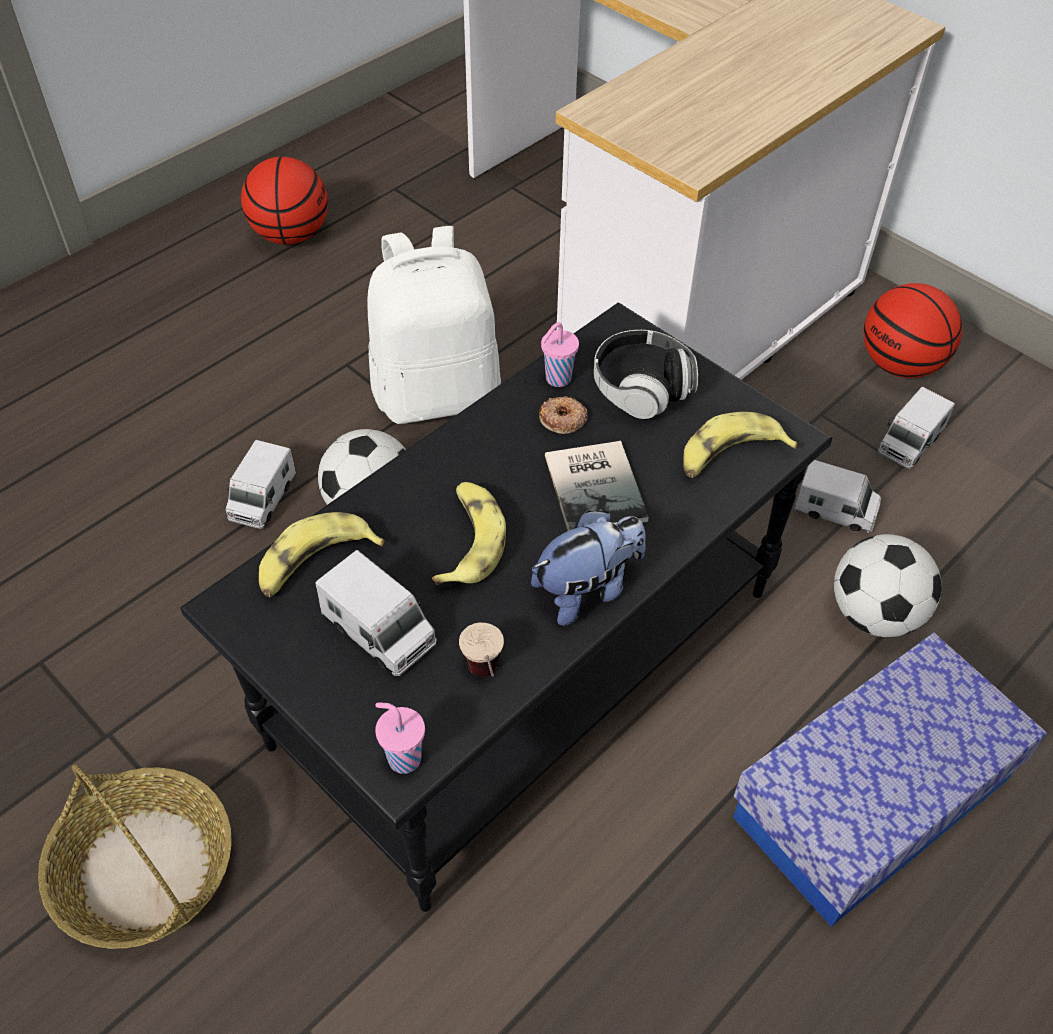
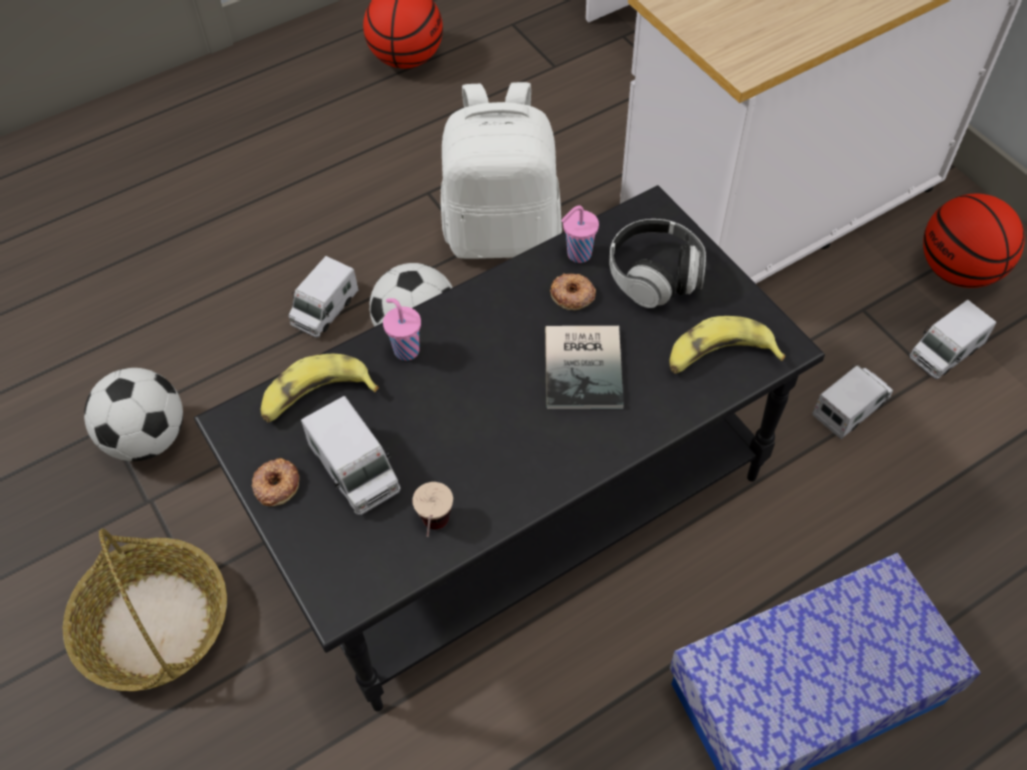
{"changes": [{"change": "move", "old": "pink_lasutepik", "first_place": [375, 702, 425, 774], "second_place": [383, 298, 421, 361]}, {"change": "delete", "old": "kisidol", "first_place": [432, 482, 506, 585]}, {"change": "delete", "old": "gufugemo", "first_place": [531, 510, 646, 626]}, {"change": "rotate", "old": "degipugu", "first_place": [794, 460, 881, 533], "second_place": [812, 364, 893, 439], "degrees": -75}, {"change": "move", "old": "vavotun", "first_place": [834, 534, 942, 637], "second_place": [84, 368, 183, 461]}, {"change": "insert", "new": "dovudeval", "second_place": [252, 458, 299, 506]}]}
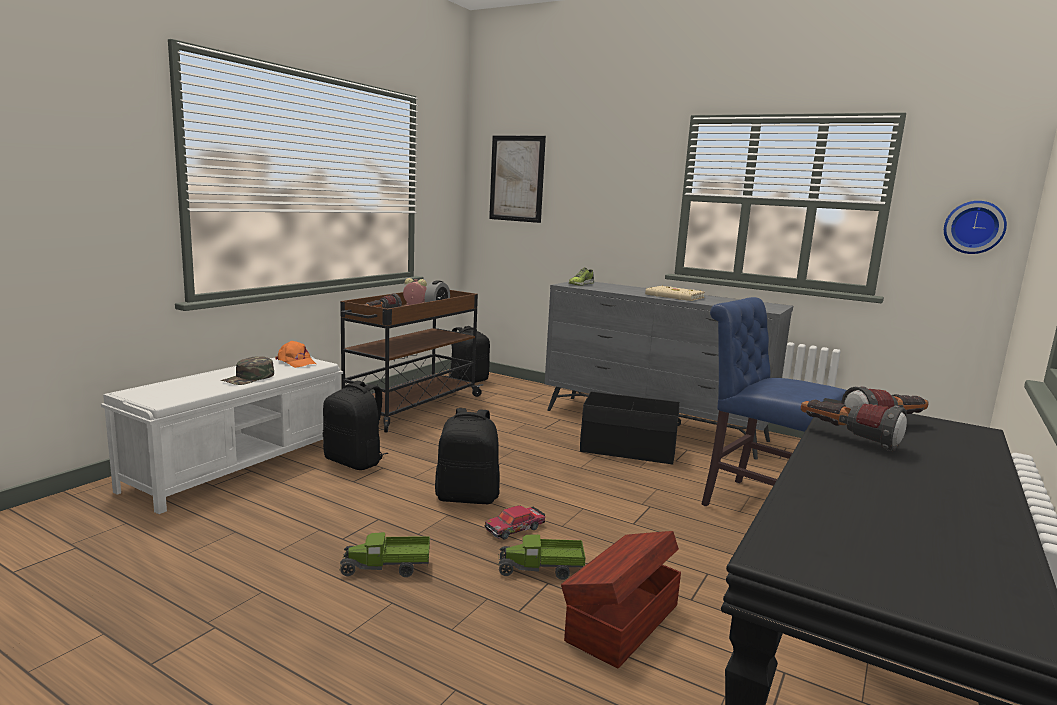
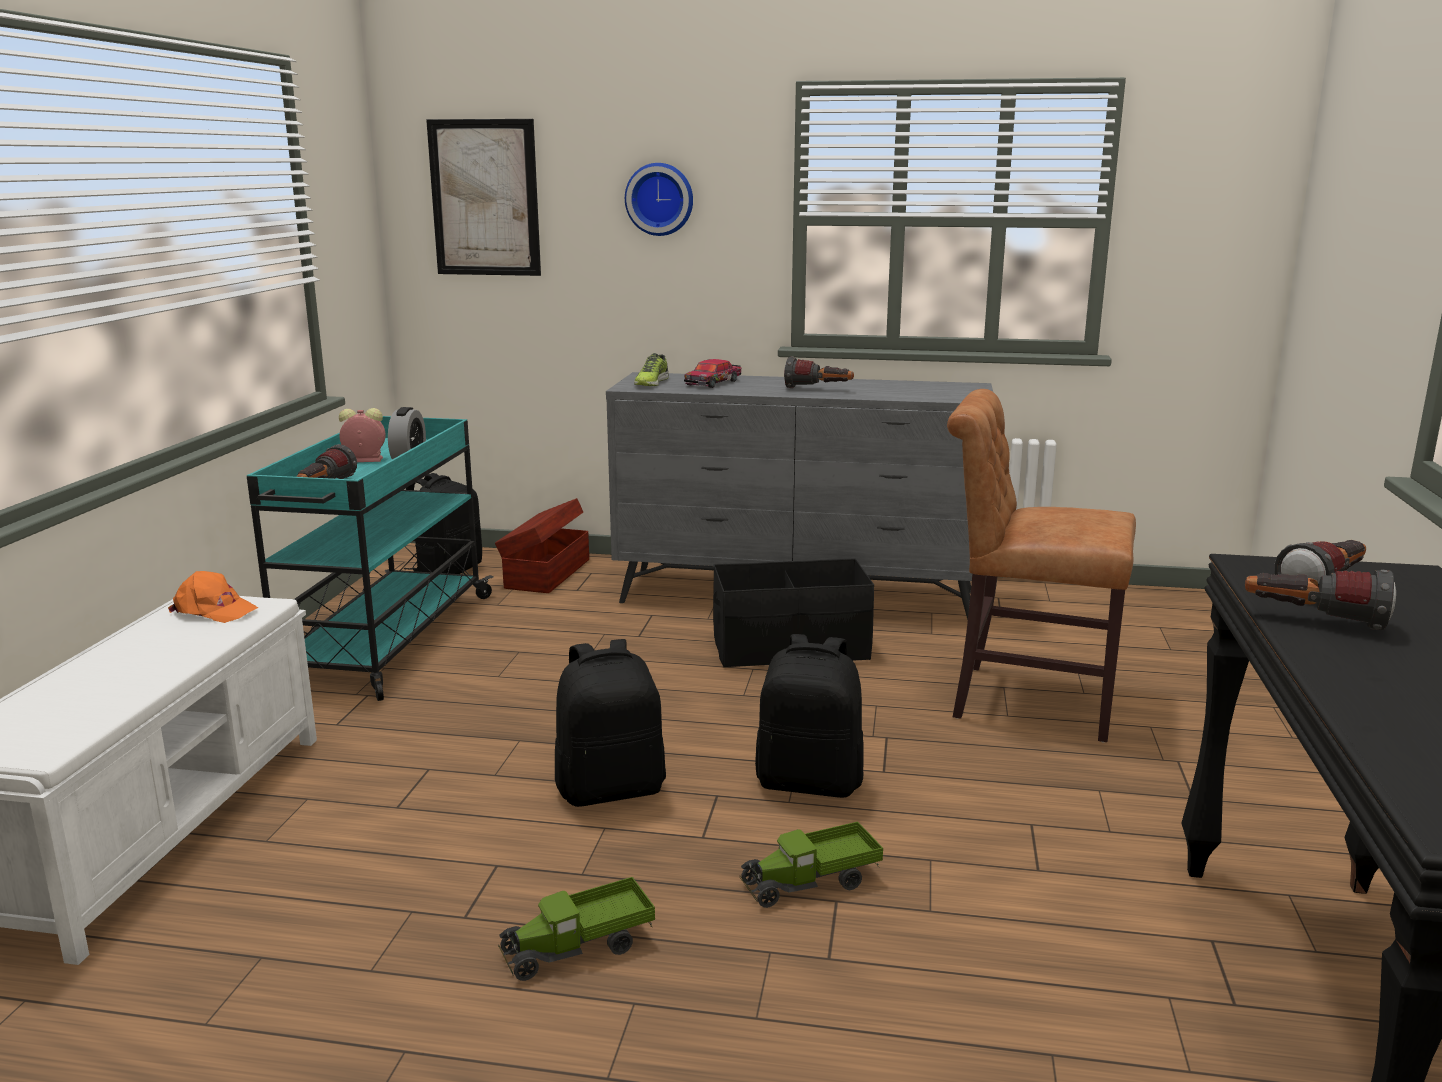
{"changes": [{"change": "delete", "old": "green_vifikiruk", "first_place": [221, 356, 274, 385]}, {"change": "move", "old": "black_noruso", "first_place": [323, 381, 388, 470], "second_place": [755, 634, 864, 798]}, {"change": "recolor", "old": "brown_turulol", "new": "turquoise_turulol", "first_place": [340, 290, 483, 433], "second_place": [247, 416, 494, 701]}, {"change": "move", "old": "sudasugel", "first_place": [484, 505, 545, 540], "second_place": [684, 359, 741, 388]}, {"change": "move", "old": "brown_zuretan", "first_place": [561, 531, 681, 668], "second_place": [495, 498, 589, 593]}, {"change": "replace", "old": "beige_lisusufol", "new": "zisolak", "first_place": [645, 286, 705, 301], "second_place": [784, 357, 854, 389]}, {"change": "recolor", "old": "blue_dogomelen", "new": "brown_dogomelen", "first_place": [701, 297, 846, 506], "second_place": [947, 389, 1136, 742]}, {"change": "move", "old": "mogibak", "first_place": [944, 201, 1007, 254], "second_place": [625, 163, 693, 236]}]}
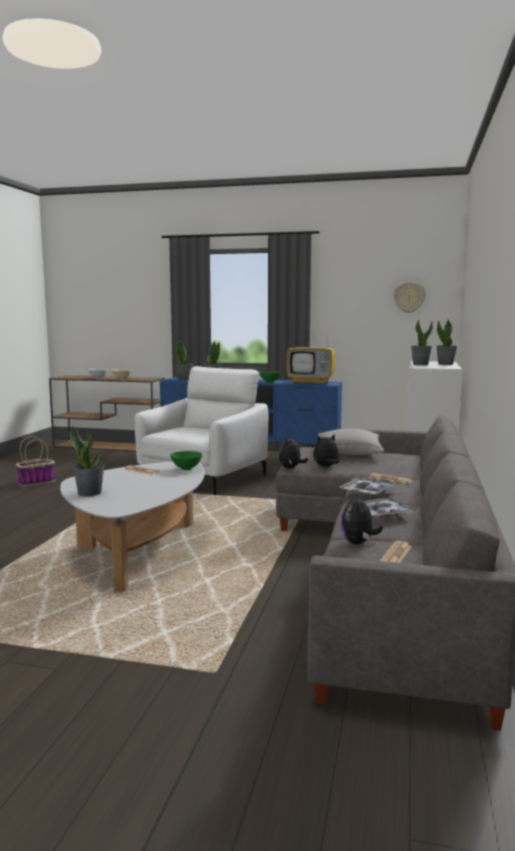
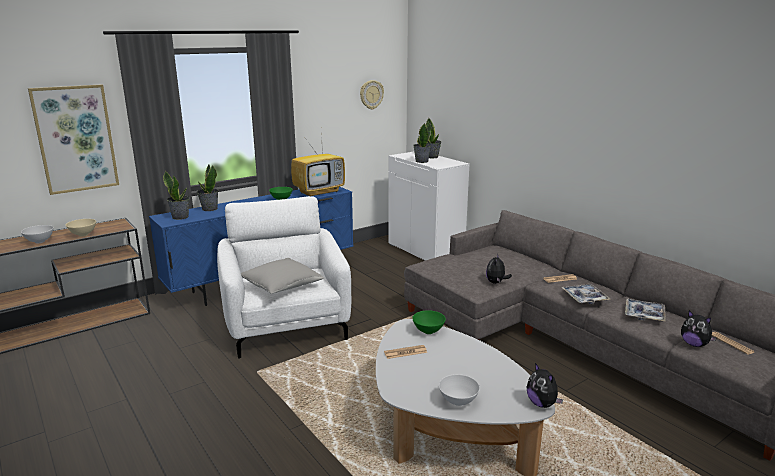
{"changes": [{"change": "delete", "old": "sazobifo", "first_place": [16, 436, 55, 486]}, {"change": "replace", "old": "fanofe", "new": "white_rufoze", "first_place": [70, 425, 105, 496], "second_place": [439, 374, 480, 406]}, {"change": "move", "old": "gufugemo", "first_place": [279, 435, 308, 468], "second_place": [527, 363, 563, 408]}, {"change": "move", "old": "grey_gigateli", "first_place": [318, 428, 384, 455], "second_place": [241, 258, 324, 294]}, {"change": "insert", "new": "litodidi", "second_place": [28, 84, 119, 195]}]}
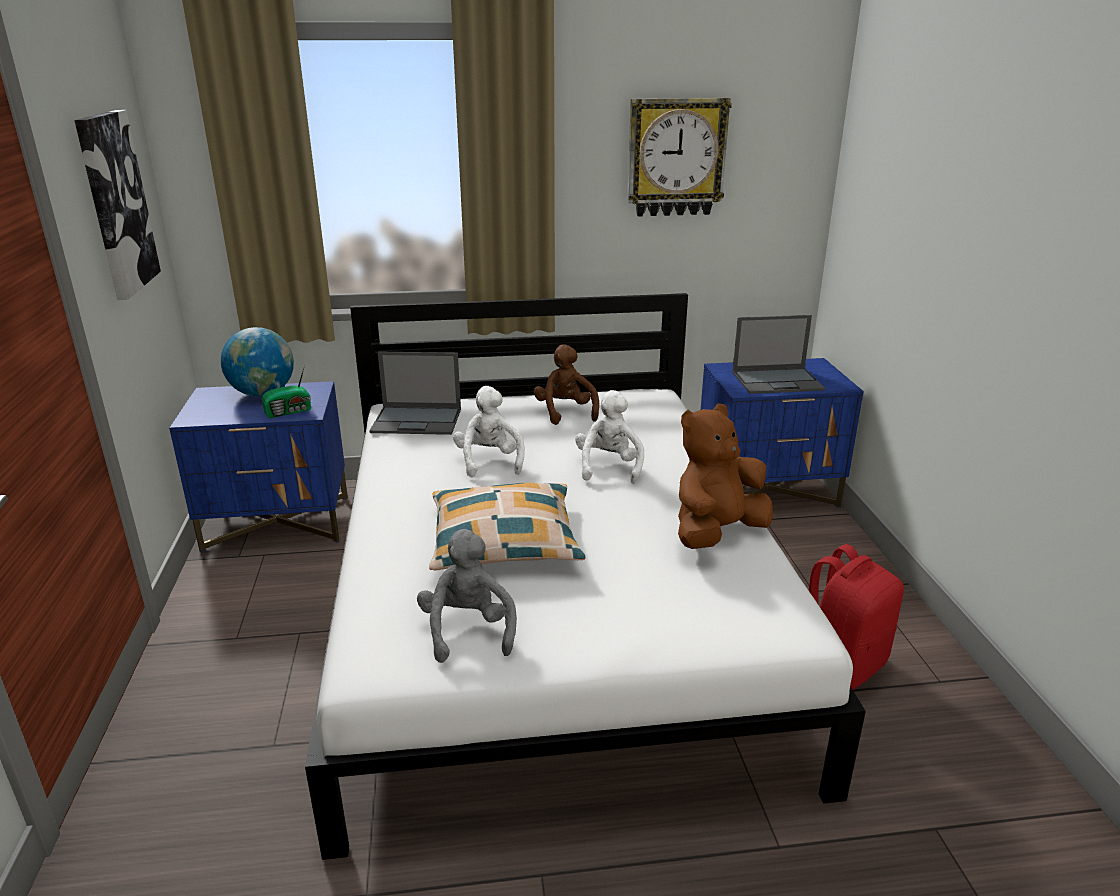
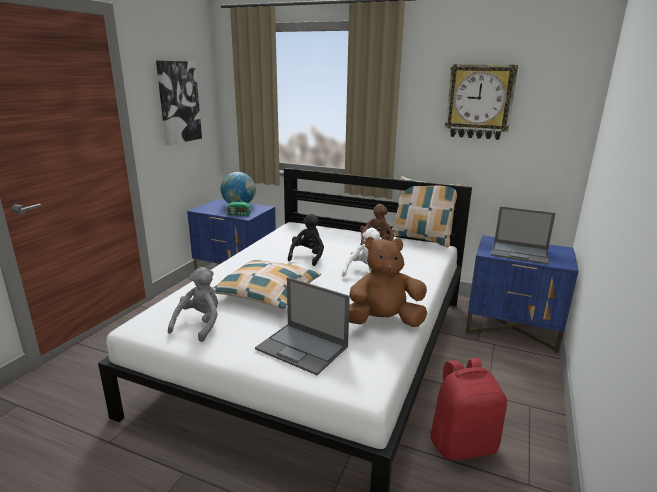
{"changes": [{"change": "move", "old": "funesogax", "first_place": [369, 351, 461, 435], "second_place": [255, 277, 350, 375]}, {"change": "recolor", "old": "white_gufugemo", "new": "black_gufugemo", "first_place": [453, 386, 525, 477], "second_place": [288, 214, 324, 266]}, {"change": "insert", "new": "gigateli", "second_place": [392, 176, 462, 248]}]}
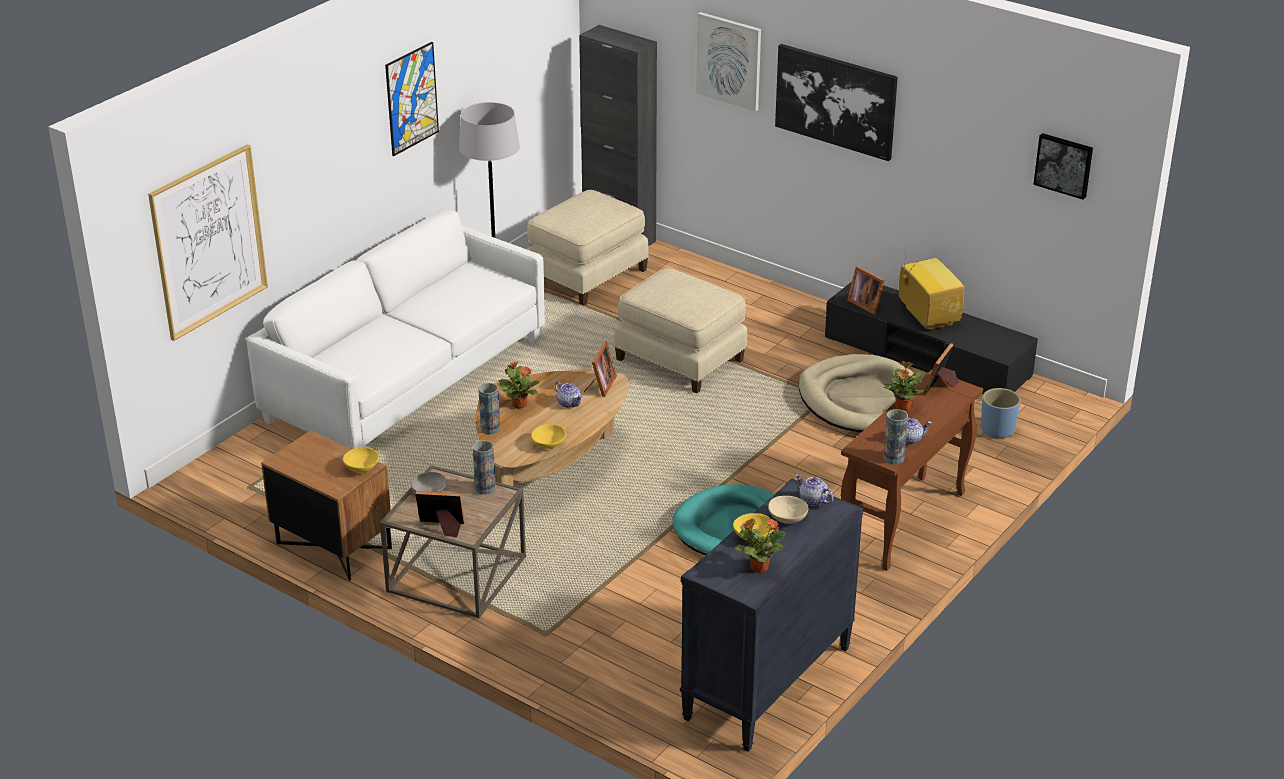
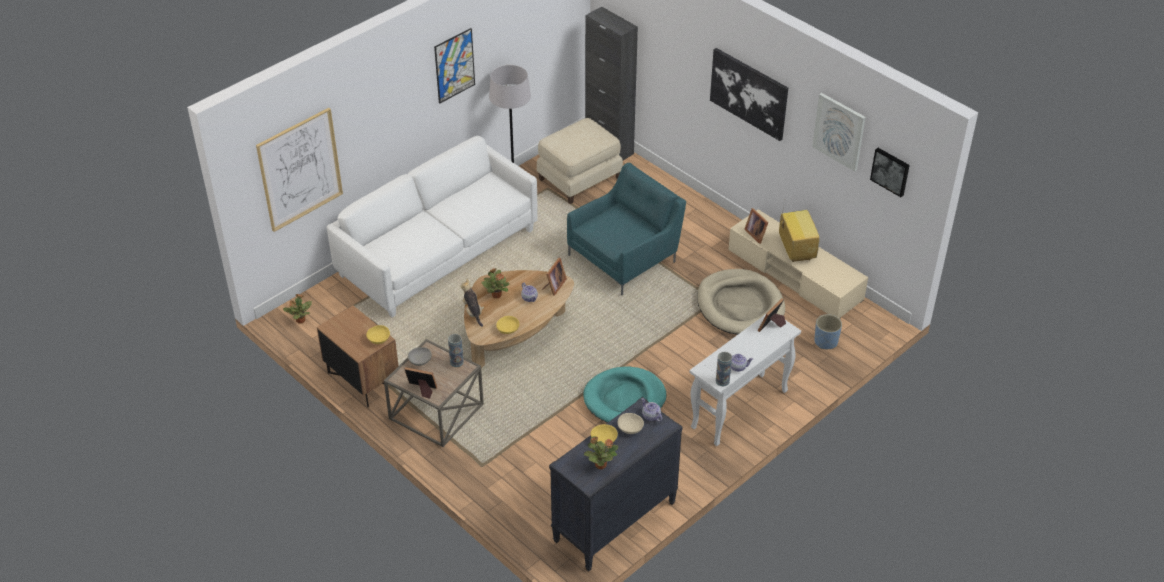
{"changes": [{"change": "replace", "old": "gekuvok", "new": "gufugemo", "first_place": [478, 383, 500, 434], "second_place": [460, 279, 484, 327]}, {"change": "replace", "old": "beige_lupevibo", "new": "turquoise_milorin", "first_place": [614, 268, 748, 393], "second_place": [567, 163, 686, 295]}, {"change": "move", "old": "litodidi", "first_place": [696, 12, 761, 112], "second_place": [812, 93, 866, 171]}, {"change": "recolor", "old": "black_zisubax", "new": "beige_zisubax", "first_place": [825, 282, 1038, 394], "second_place": [728, 209, 868, 319]}, {"change": "recolor", "old": "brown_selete", "new": "white_selete", "first_place": [841, 370, 983, 571], "second_place": [689, 313, 801, 446]}, {"change": "move", "old": "fanofe", "first_place": [884, 361, 925, 411], "second_place": [283, 294, 312, 324]}]}
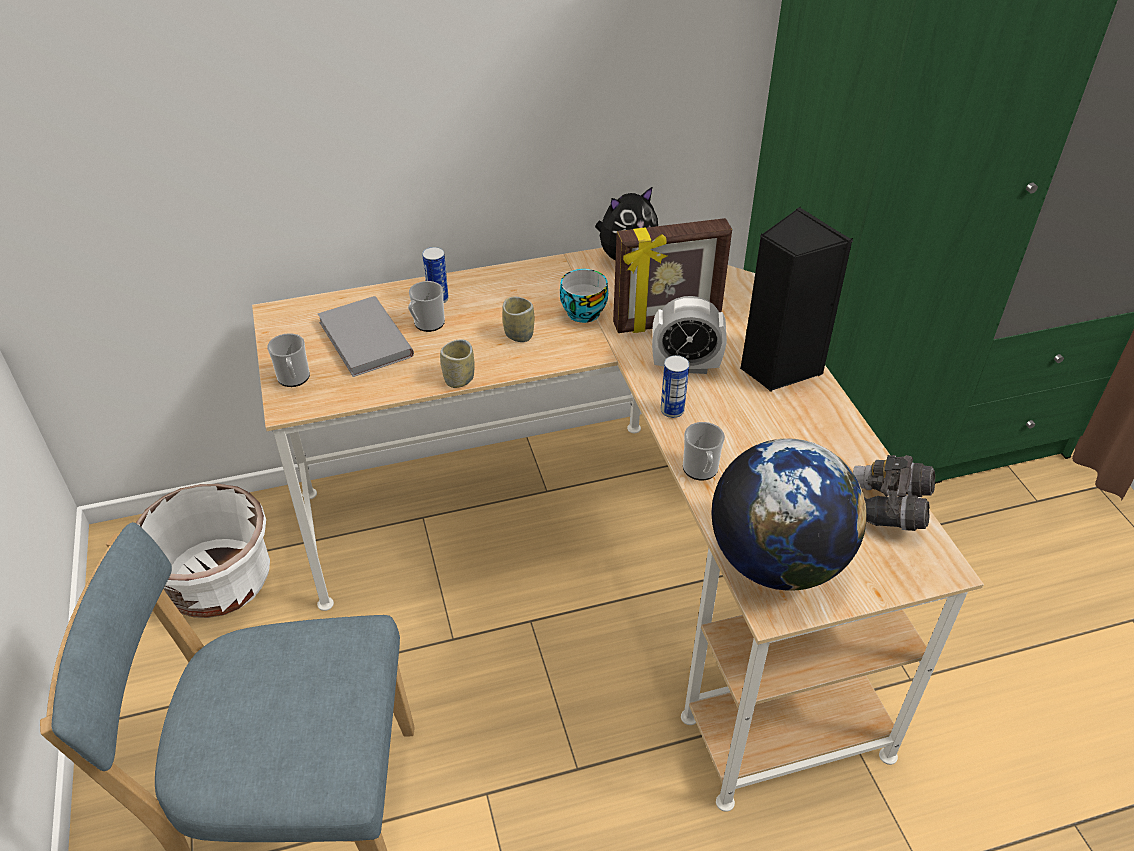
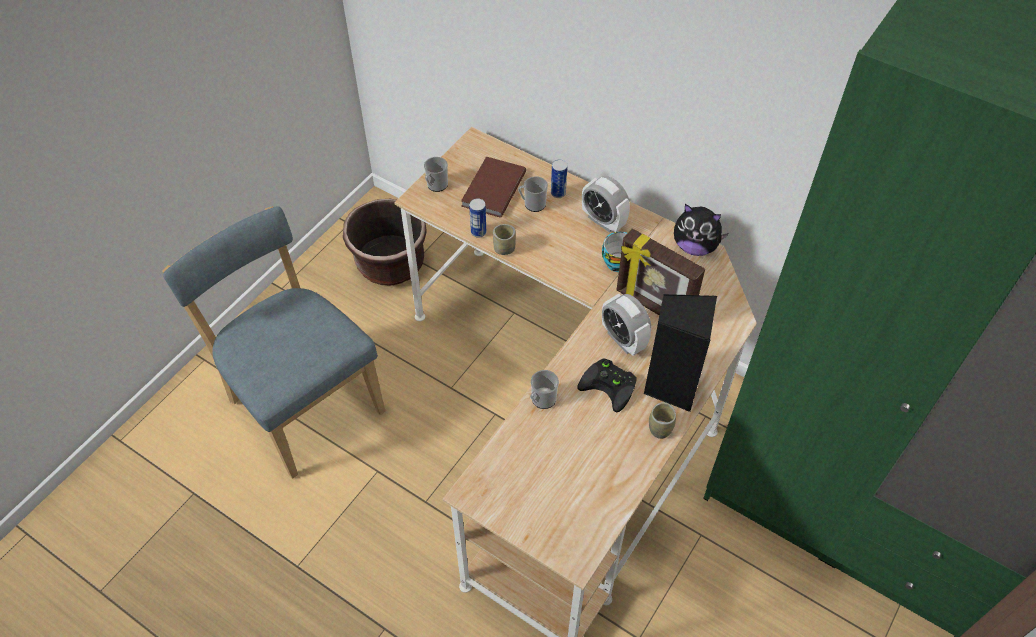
{"changes": [{"change": "recolor", "old": "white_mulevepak", "new": "brown_mulevepak", "first_place": [136, 484, 270, 618], "second_place": [343, 199, 427, 286]}, {"change": "recolor", "old": "grey_lisusufol", "new": "brown_lisusufol", "first_place": [318, 296, 414, 377], "second_place": [461, 156, 526, 218]}, {"change": "move", "old": "lasutepik", "first_place": [502, 297, 534, 342], "second_place": [649, 402, 676, 439]}, {"change": "move", "old": "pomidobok", "first_place": [661, 355, 689, 418], "second_place": [469, 198, 486, 238]}, {"change": "delete", "old": "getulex", "first_place": [711, 438, 867, 591]}, {"change": "delete", "old": "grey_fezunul", "first_place": [853, 455, 935, 531]}, {"change": "insert", "new": "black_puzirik", "second_place": [577, 359, 637, 413]}, {"change": "insert", "new": "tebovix", "second_place": [582, 176, 630, 233]}]}
